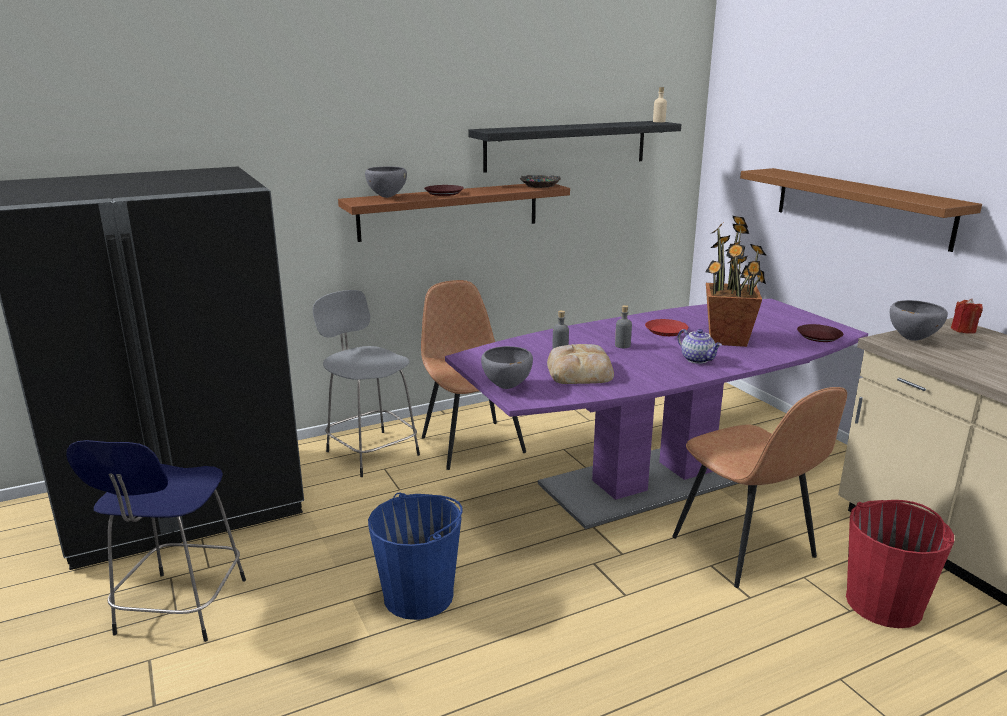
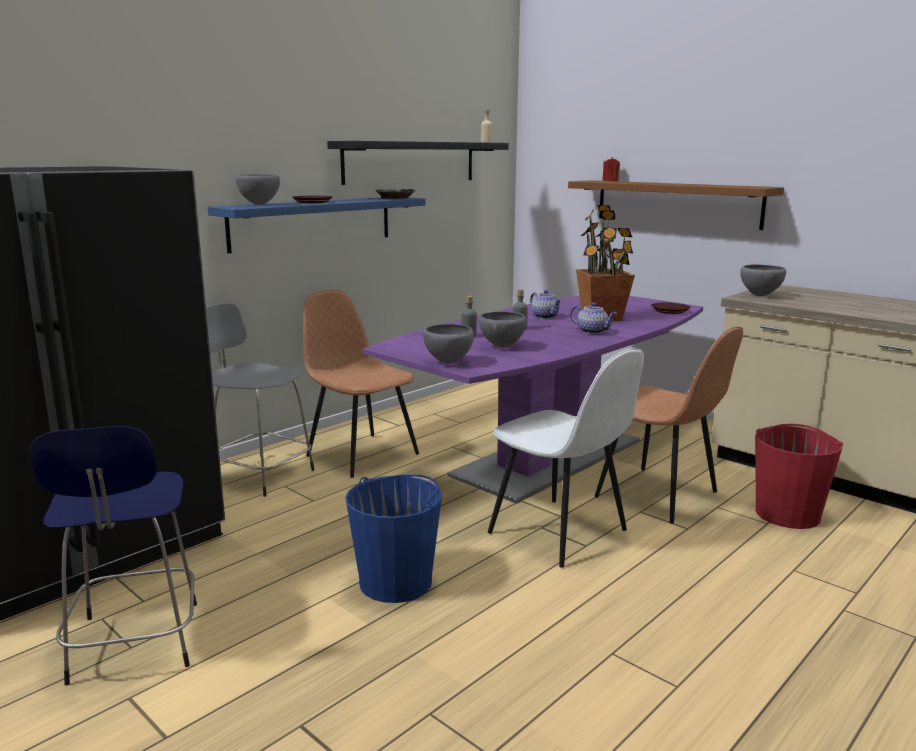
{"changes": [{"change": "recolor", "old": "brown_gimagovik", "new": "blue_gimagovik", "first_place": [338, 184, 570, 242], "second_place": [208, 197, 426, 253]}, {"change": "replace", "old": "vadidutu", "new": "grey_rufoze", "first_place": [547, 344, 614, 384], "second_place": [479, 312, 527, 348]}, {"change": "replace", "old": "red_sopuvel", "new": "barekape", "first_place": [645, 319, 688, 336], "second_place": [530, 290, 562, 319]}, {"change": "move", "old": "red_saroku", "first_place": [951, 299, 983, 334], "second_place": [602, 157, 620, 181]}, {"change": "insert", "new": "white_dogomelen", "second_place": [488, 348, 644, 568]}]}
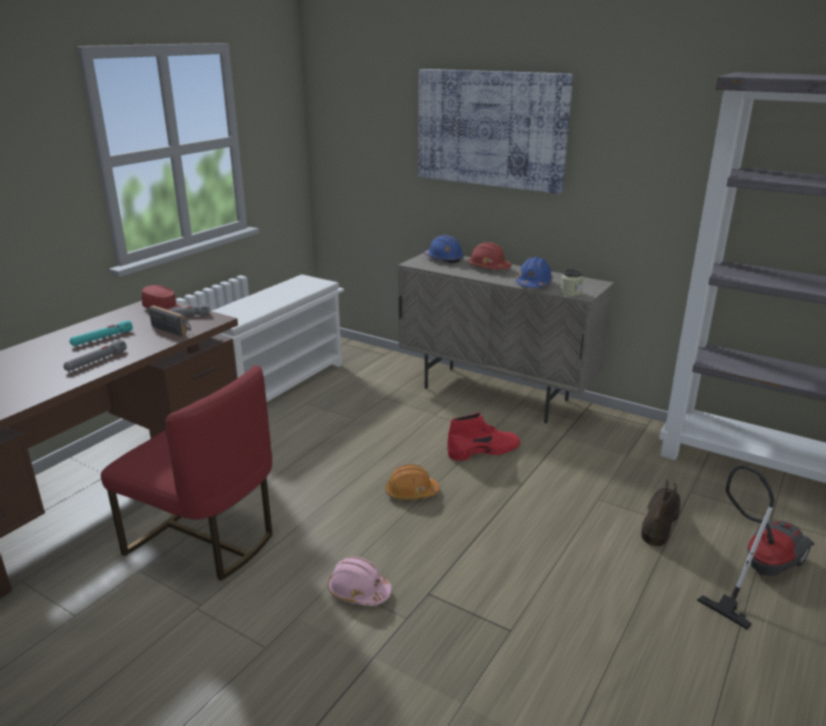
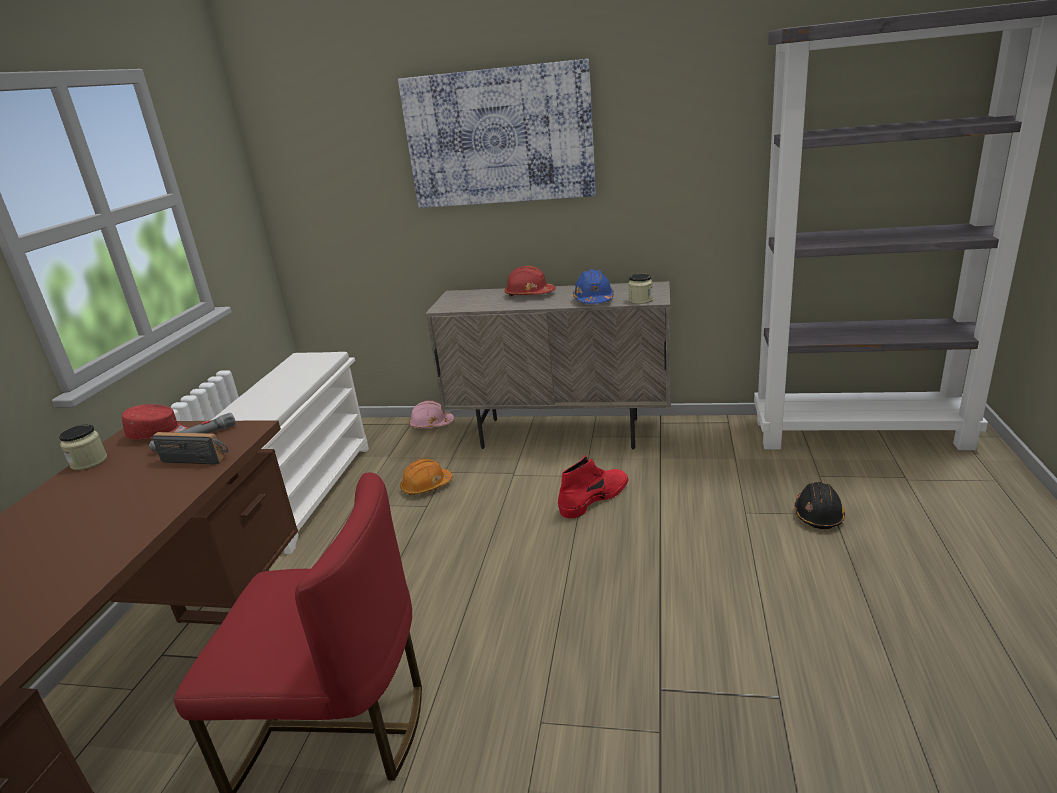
{"changes": [{"change": "delete", "old": "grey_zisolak", "first_place": [63, 340, 127, 371]}, {"change": "delete", "old": "turquoise_zisolak", "first_place": [70, 320, 133, 346]}, {"change": "move", "old": "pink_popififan", "first_place": [328, 557, 392, 606], "second_place": [409, 400, 454, 428]}, {"change": "move", "old": "orange_popififan", "first_place": [385, 464, 440, 500], "second_place": [400, 458, 453, 496]}, {"change": "delete", "old": "blue_popififan", "first_place": [424, 235, 464, 263]}, {"change": "replace", "old": "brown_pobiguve", "new": "black_popififan", "first_place": [641, 480, 680, 546], "second_place": [794, 482, 845, 529]}, {"change": "delete", "old": "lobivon", "first_place": [697, 465, 814, 630]}, {"change": "insert", "new": "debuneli", "second_place": [59, 424, 107, 470]}]}
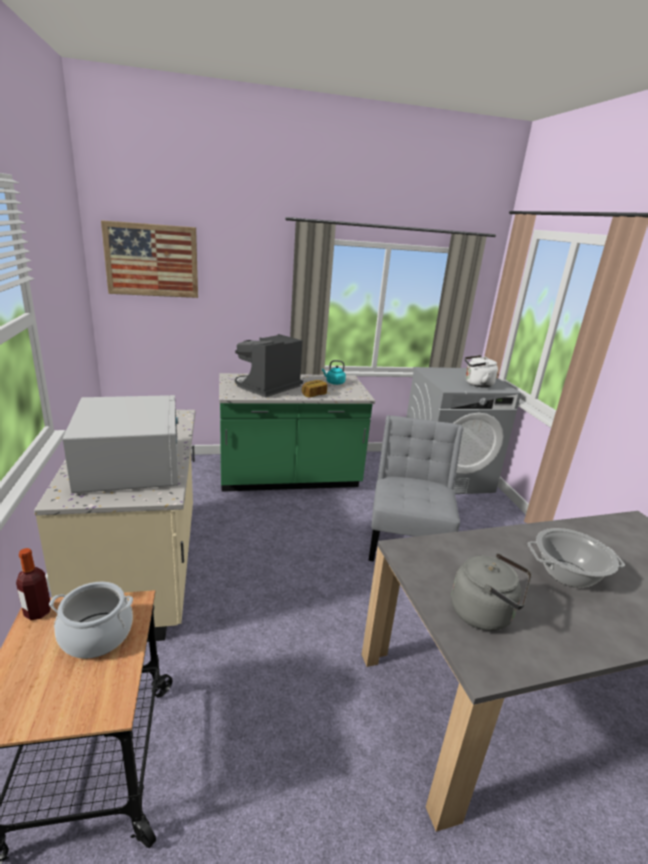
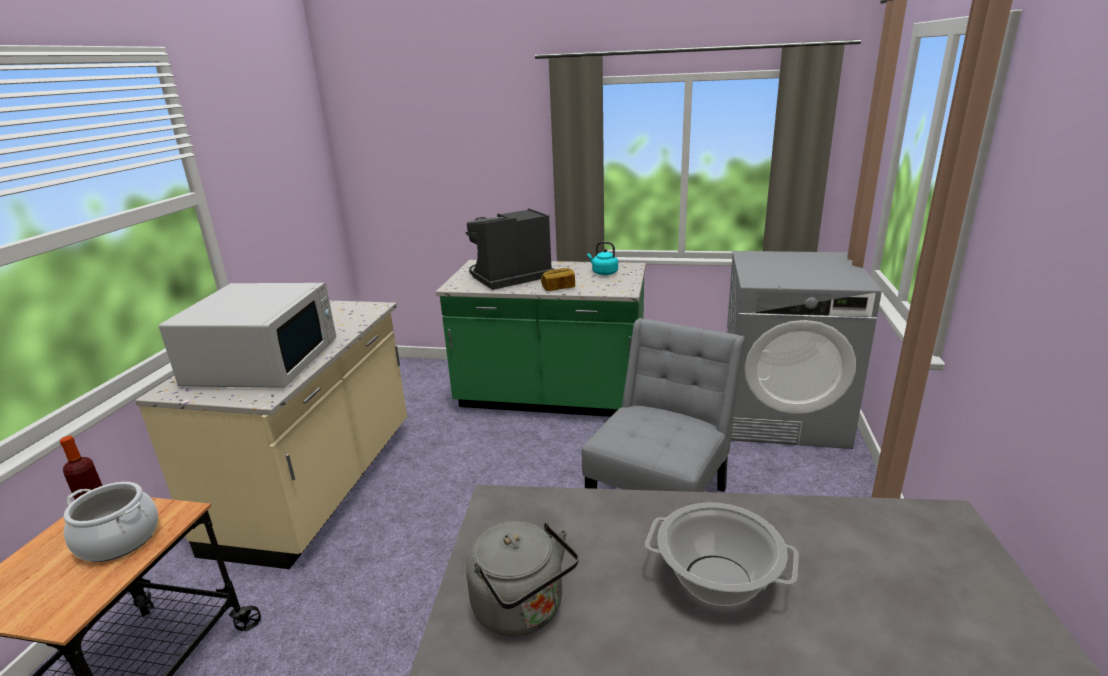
{"changes": [{"change": "delete", "old": "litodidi", "first_place": [101, 220, 198, 298]}, {"change": "delete", "old": "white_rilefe", "first_place": [465, 355, 498, 388]}]}
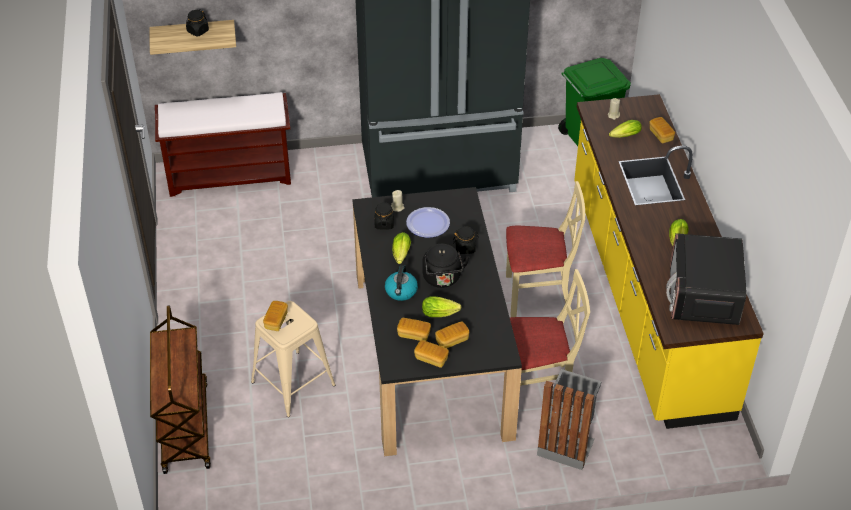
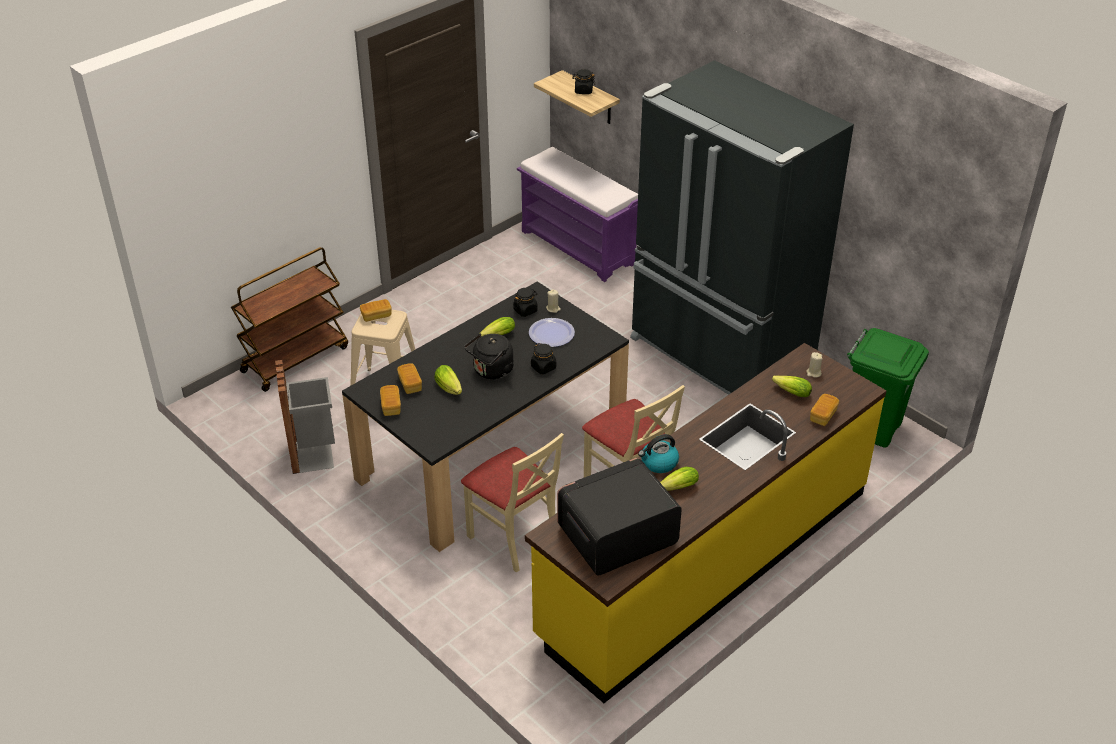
{"changes": [{"change": "recolor", "old": "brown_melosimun", "new": "purple_melosimun", "first_place": [155, 92, 291, 197], "second_place": [517, 147, 638, 282]}, {"change": "move", "old": "rilefe", "first_place": [385, 265, 418, 301], "second_place": [638, 434, 679, 473]}, {"change": "delete", "old": "vadidutu", "first_place": [435, 322, 469, 349]}, {"change": "move", "old": "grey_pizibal", "first_place": [537, 369, 602, 470], "second_place": [275, 360, 335, 474]}]}
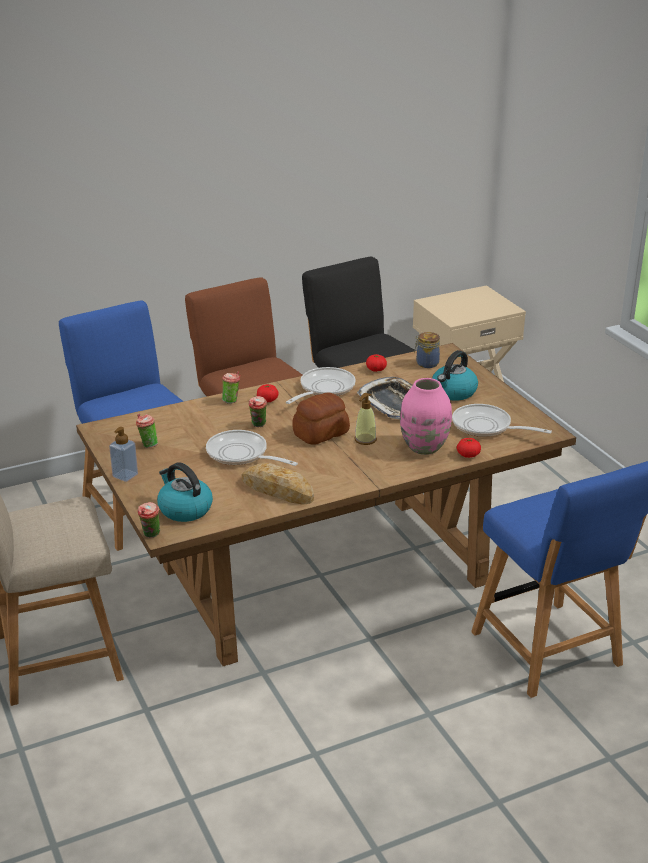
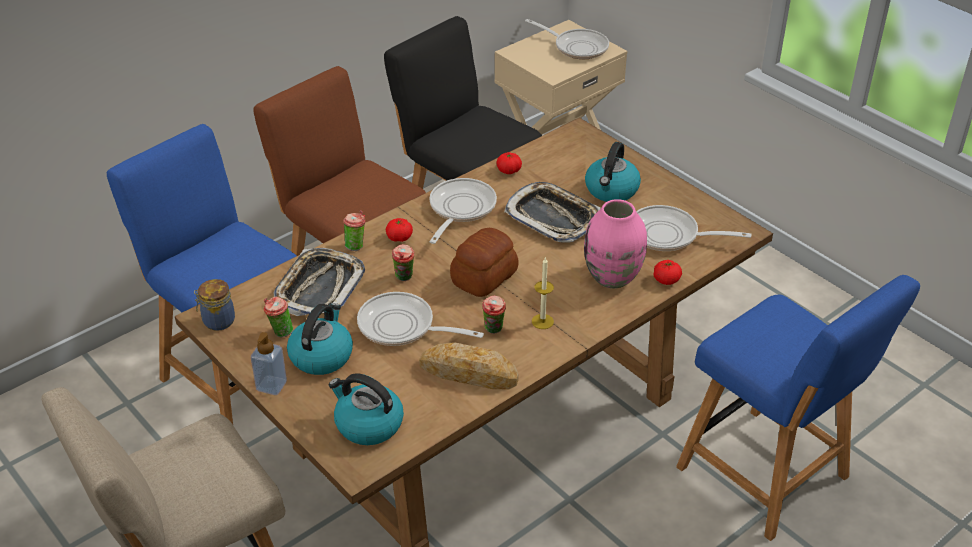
{"changes": [{"change": "move", "old": "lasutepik", "first_place": [137, 502, 160, 538], "second_place": [482, 296, 506, 334]}, {"change": "delete", "old": "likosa", "first_place": [355, 393, 377, 445]}, {"change": "move", "old": "debuneli", "first_place": [414, 332, 440, 368], "second_place": [194, 279, 235, 331]}, {"change": "insert", "new": "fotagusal", "second_place": [274, 248, 365, 316]}, {"change": "insert", "new": "rilefe", "second_place": [287, 303, 353, 375]}, {"change": "insert", "new": "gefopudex", "second_place": [525, 19, 609, 59]}, {"change": "insert", "new": "saroku", "second_place": [532, 258, 554, 329]}]}
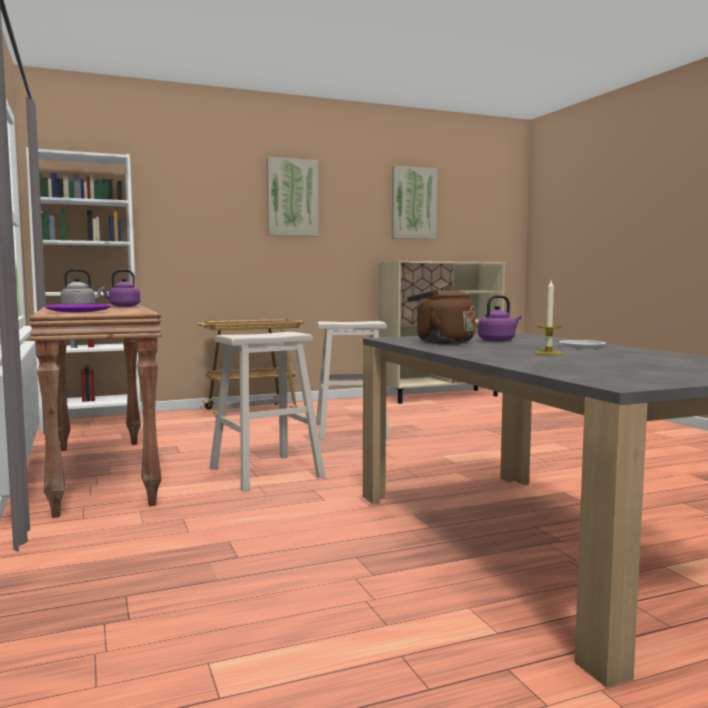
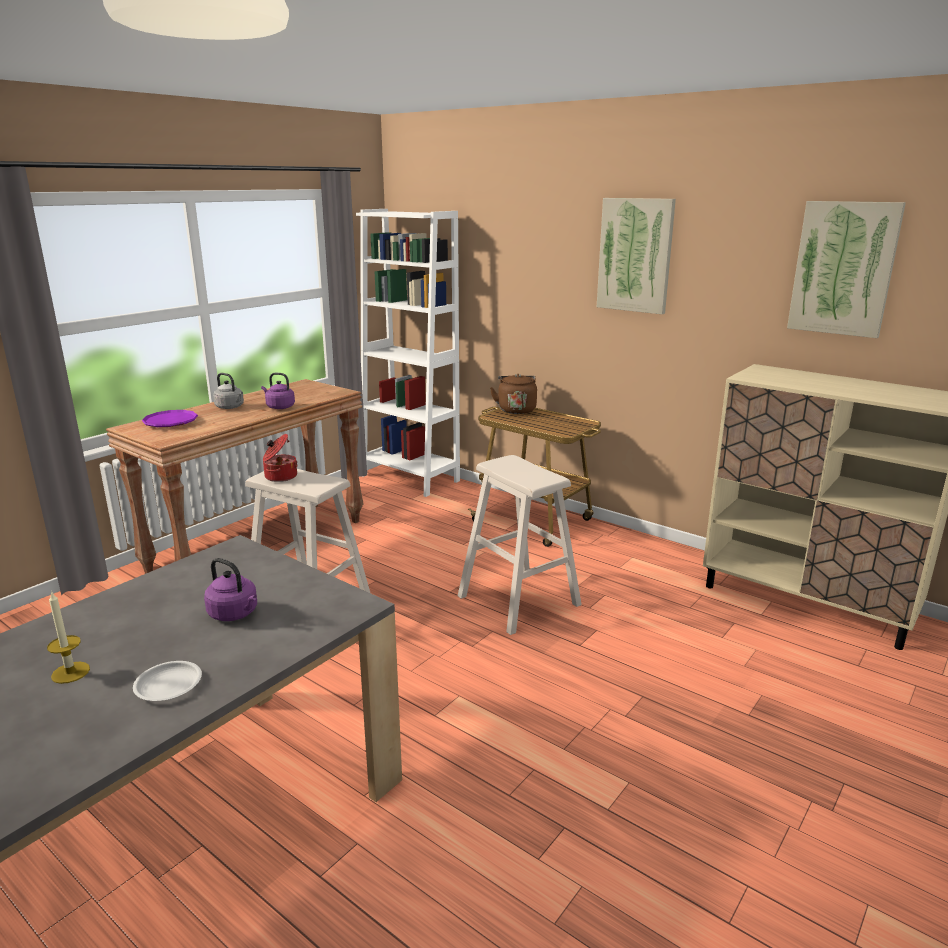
{"changes": [{"change": "move", "old": "brown_rilefe", "first_place": [407, 286, 475, 344], "second_place": [490, 374, 537, 414]}, {"change": "insert", "new": "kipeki", "second_place": [263, 434, 298, 482]}]}
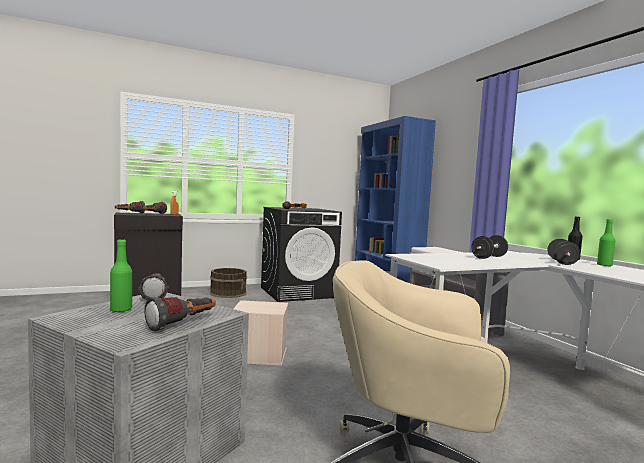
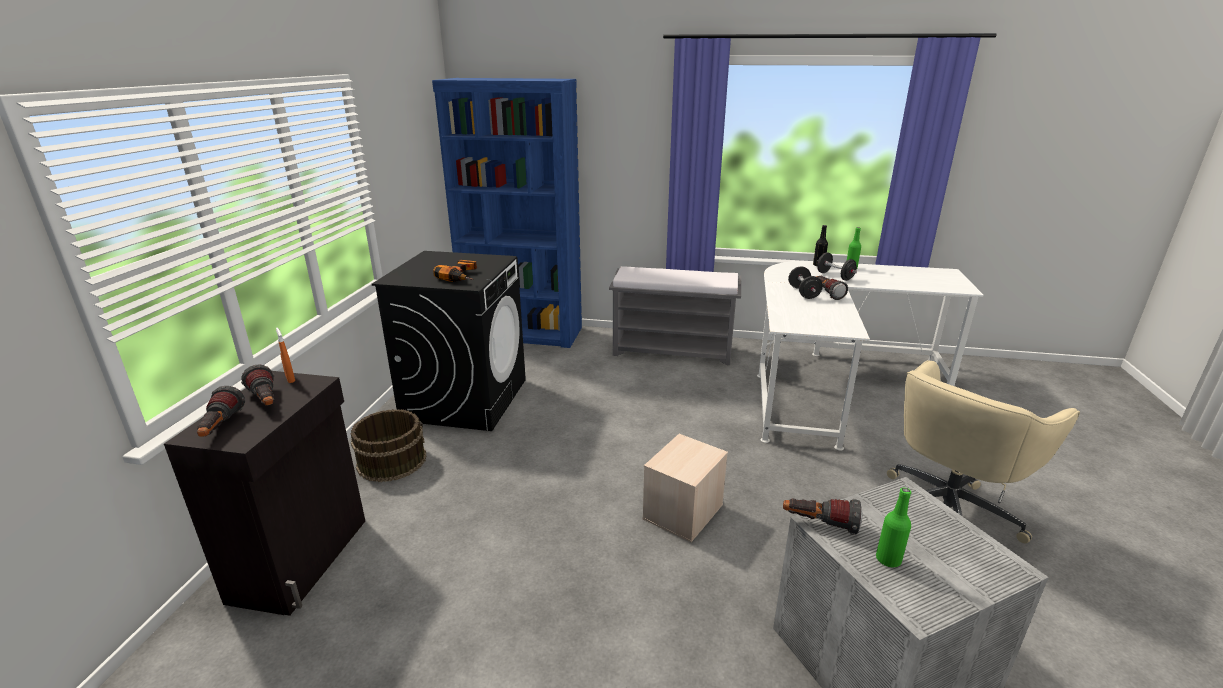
{"changes": [{"change": "move", "old": "zisolak", "first_place": [144, 297, 216, 331], "second_place": [816, 276, 848, 300]}]}
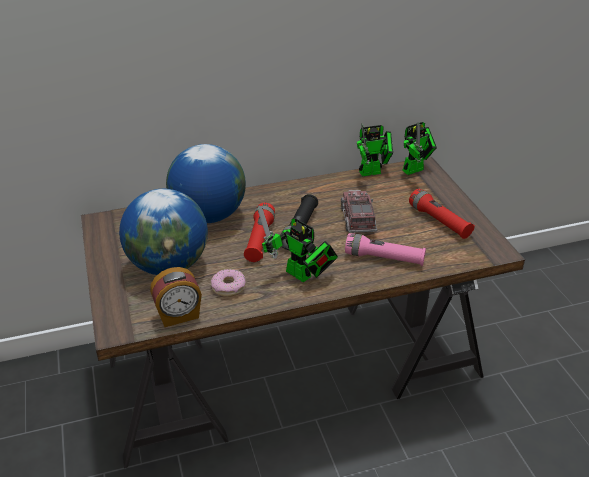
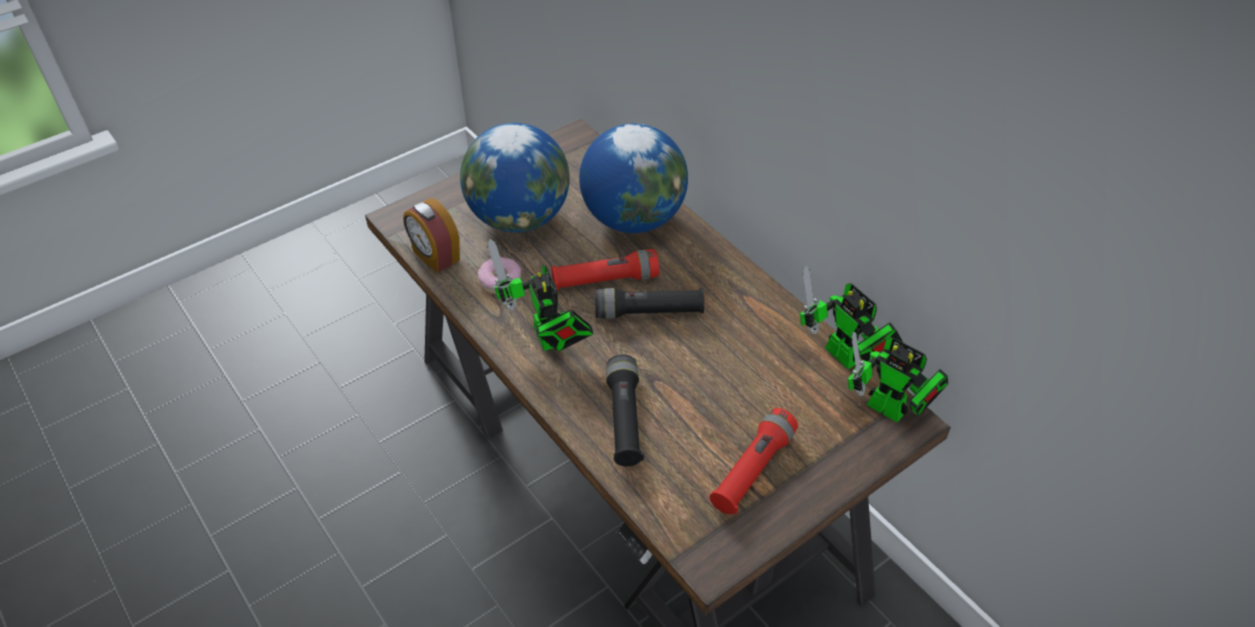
{"changes": [{"change": "rotate", "old": "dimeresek", "first_place": [258, 206, 338, 282], "second_place": [487, 239, 593, 351], "degrees": -45}, {"change": "delete", "old": "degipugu", "first_place": [341, 190, 377, 233]}, {"change": "recolor", "old": "pink_zisolak", "new": "black_zisolak", "first_place": [345, 233, 426, 266], "second_place": [606, 355, 644, 466]}]}
